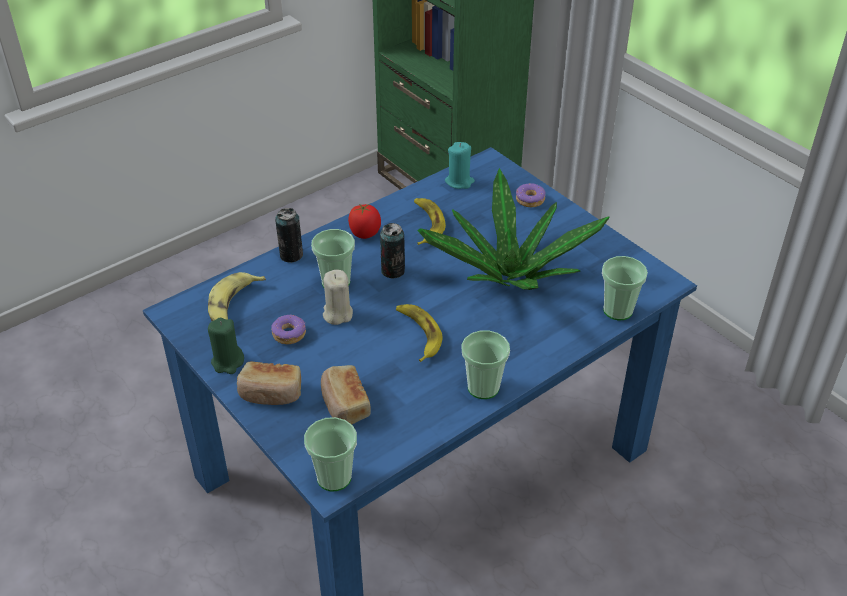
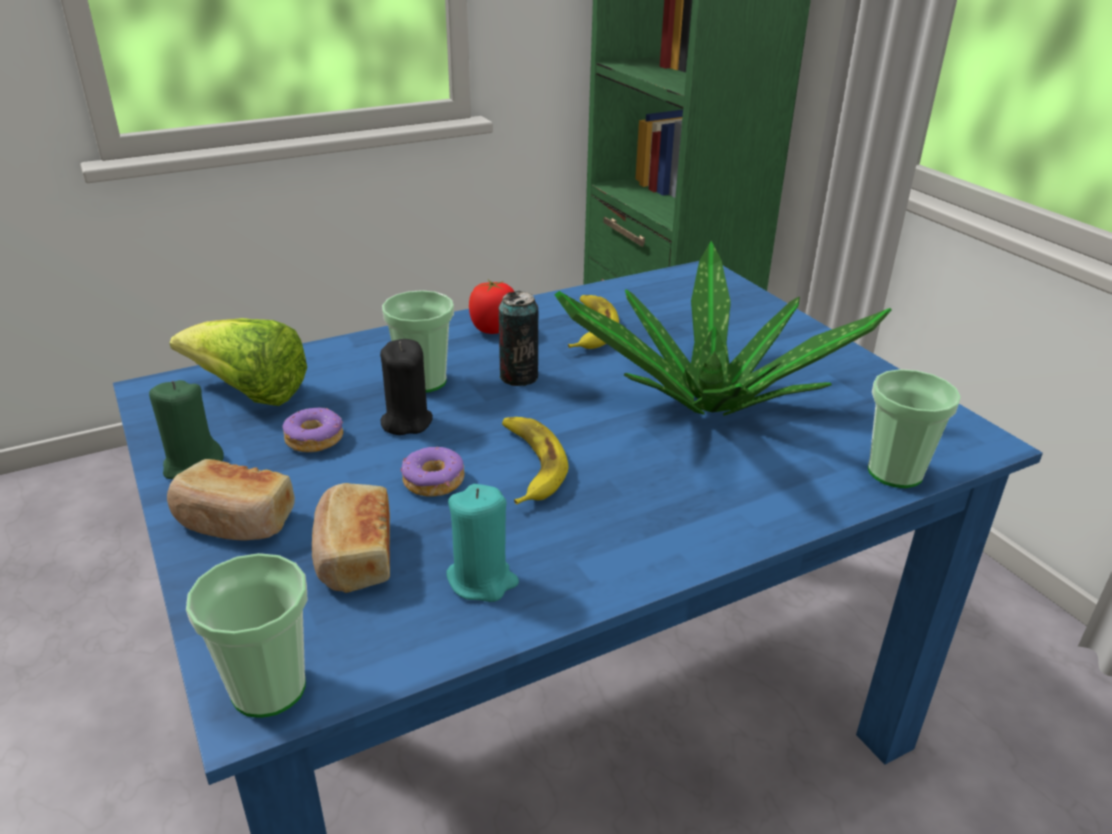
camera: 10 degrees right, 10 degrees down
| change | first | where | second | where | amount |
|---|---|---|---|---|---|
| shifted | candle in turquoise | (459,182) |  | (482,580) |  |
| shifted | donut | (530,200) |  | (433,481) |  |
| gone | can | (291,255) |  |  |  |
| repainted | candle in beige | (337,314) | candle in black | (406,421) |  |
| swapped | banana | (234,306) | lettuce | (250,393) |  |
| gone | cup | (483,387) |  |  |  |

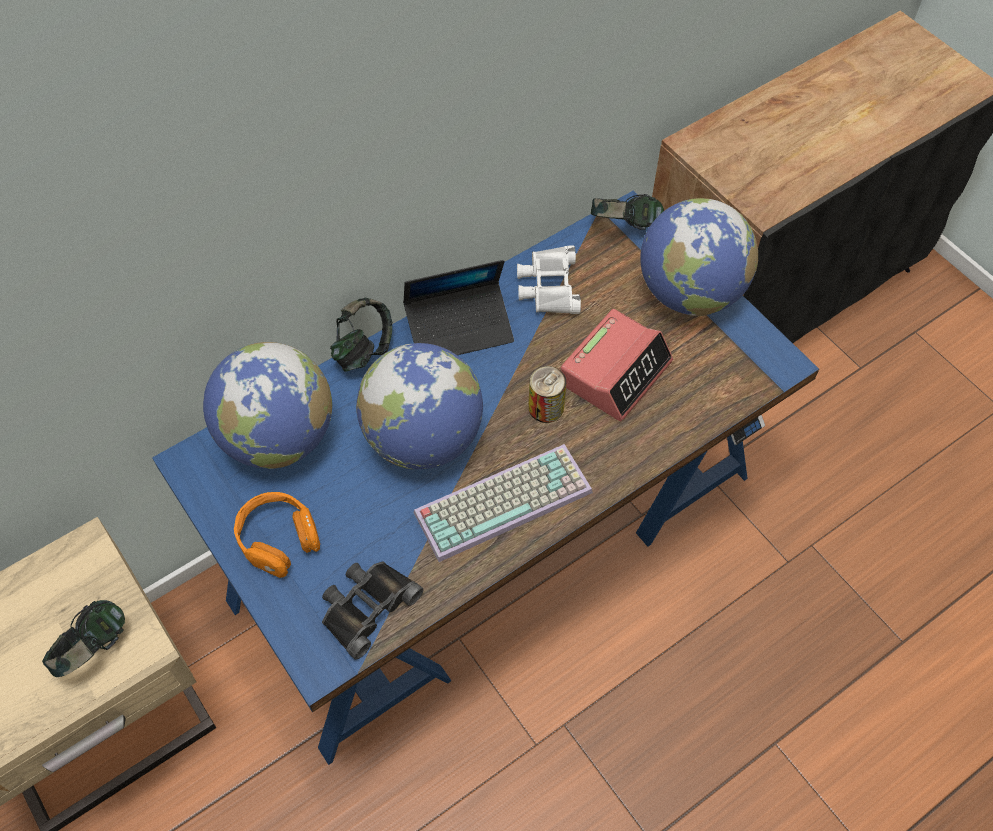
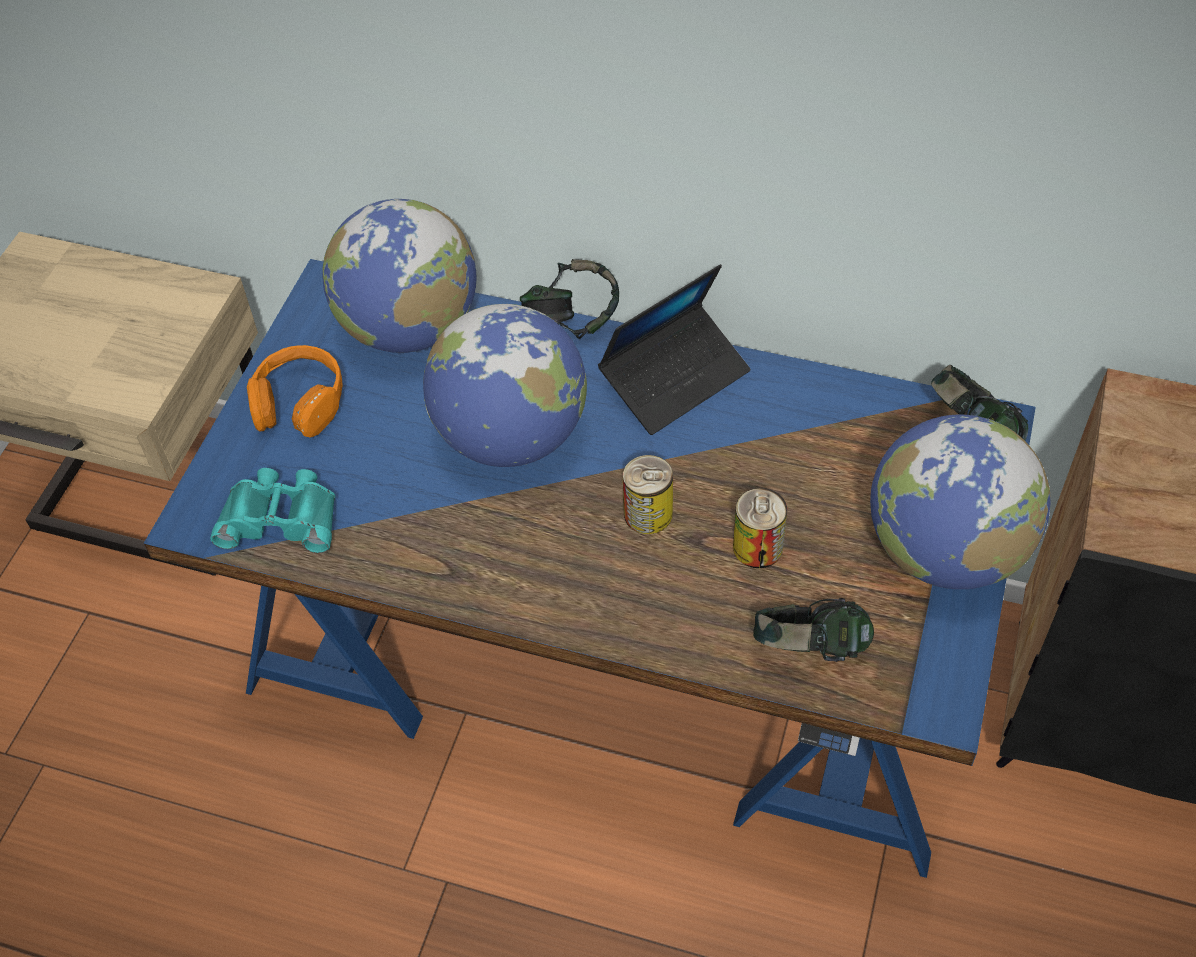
camera: 55 degrees right, 5 degrees down
| change | first | where | second | where | amount |
|---|---|---|---|---|---|
| gone | binoculars in white | (548,286) |  |  |  |
| rotated | laptop | (459,328) |  | (675,378) | 75 degrees counterclockwise |
| swapped | alarm clock | (615,372) | can | (757,547) |  |
| gone | keyboard | (504,499) |  |  |  |
| repainted | binoculars in black | (366,606) | binoculars in turquoise | (281,517) |  |
| shifted | headphones | (94,649) |  | (809,650) |  |

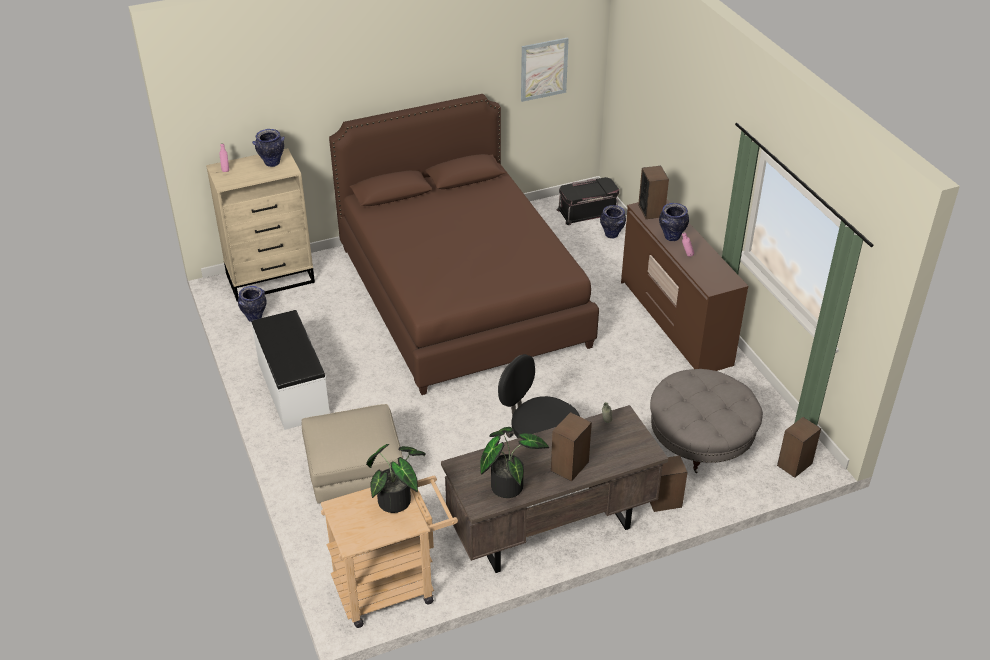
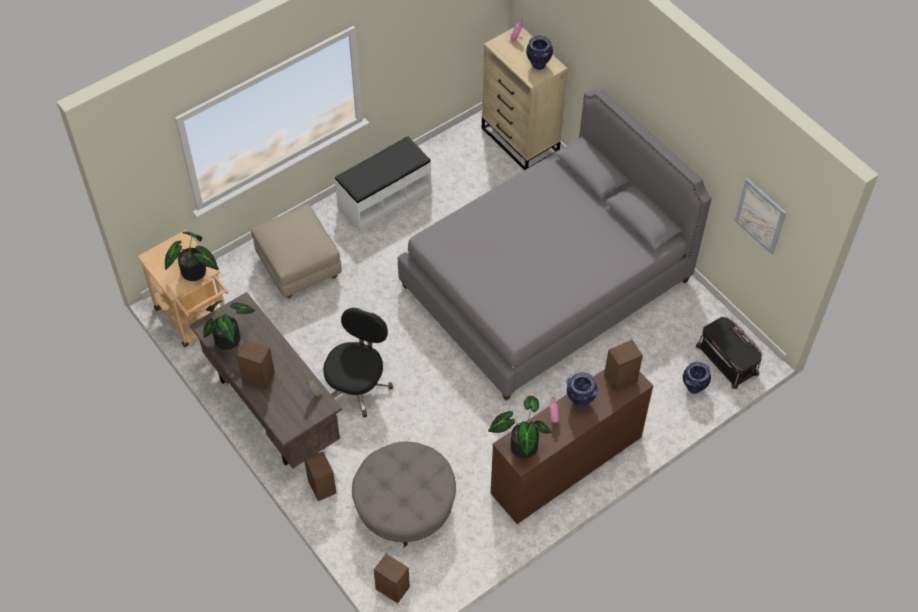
camera: 75 degrees right, 15 degrees up
| change | first | where | second | where | amount |
|---|---|---|---|---|---|
| repainted | bed in brown | (461,296) | bed in grey | (545,283) |  |
| gone | vase | (255,317) |  |  |  |
| new |  |  | potted plant | (521,445) |  |

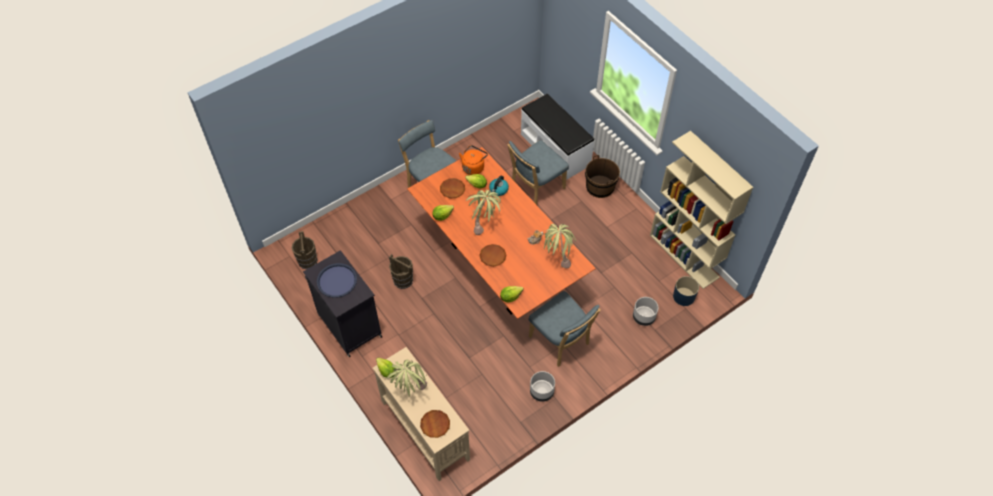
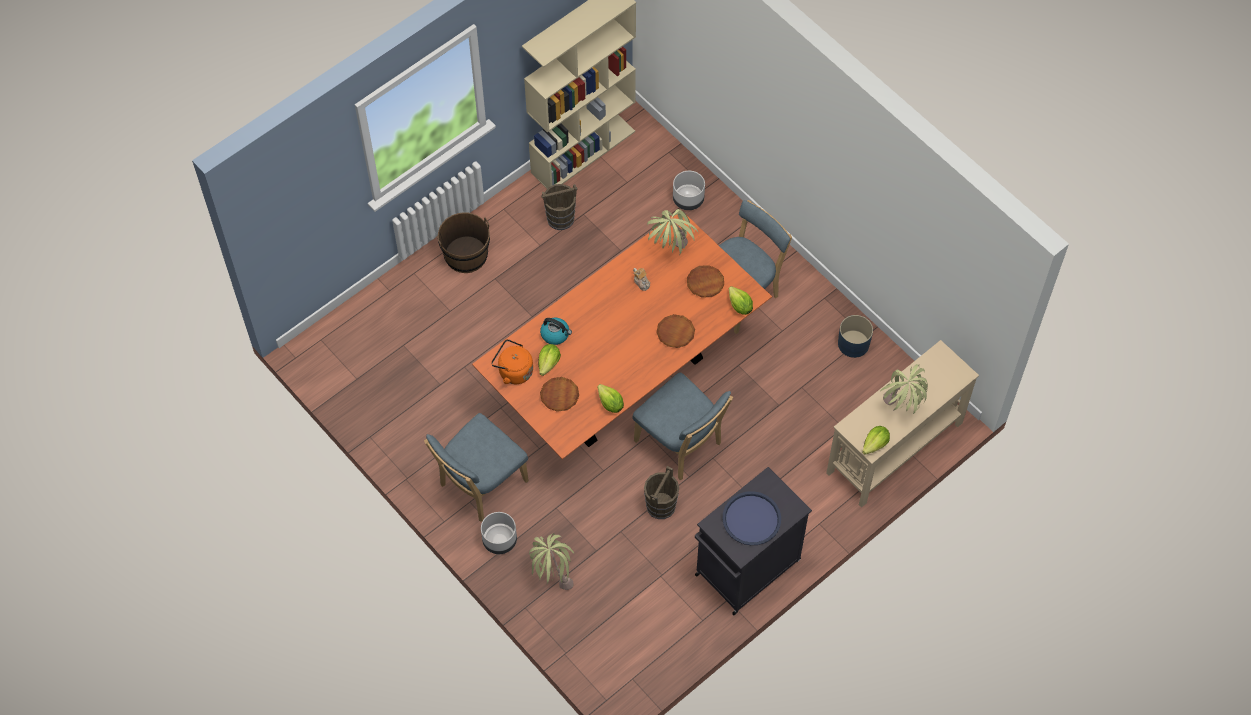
camera: 95 degrees left, 5 degrees up
| change | first | where | second | where | amount |
|---|---|---|---|---|---|
| gone | bench in white | (556,149) |  |  |  |
| shifted | chair in blue | (535,188) |  | (681,445) |  |
| shifted | potted plant | (485,224) |  | (552,577) |  |
| shifted | bucket in brown | (307,261) |  | (561,218) |  |
| shifted | planter in blue | (684,297) |  | (853,344) |  |
| shifted | planter in grey | (541,392) |  | (500,540) |  |
| shifted | plate in brown | (435,424) |  | (705,283) |  |

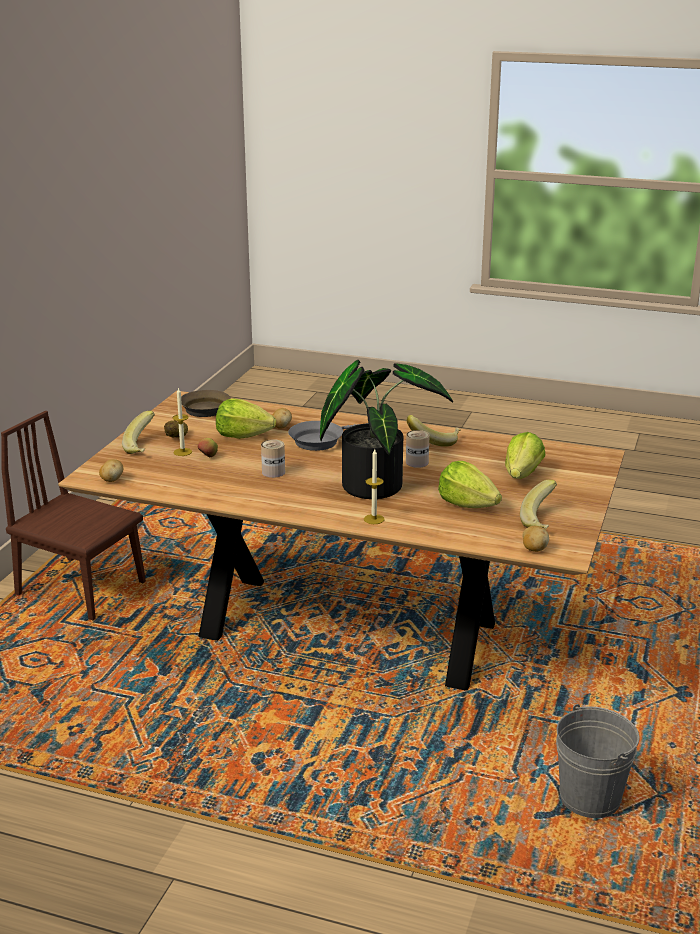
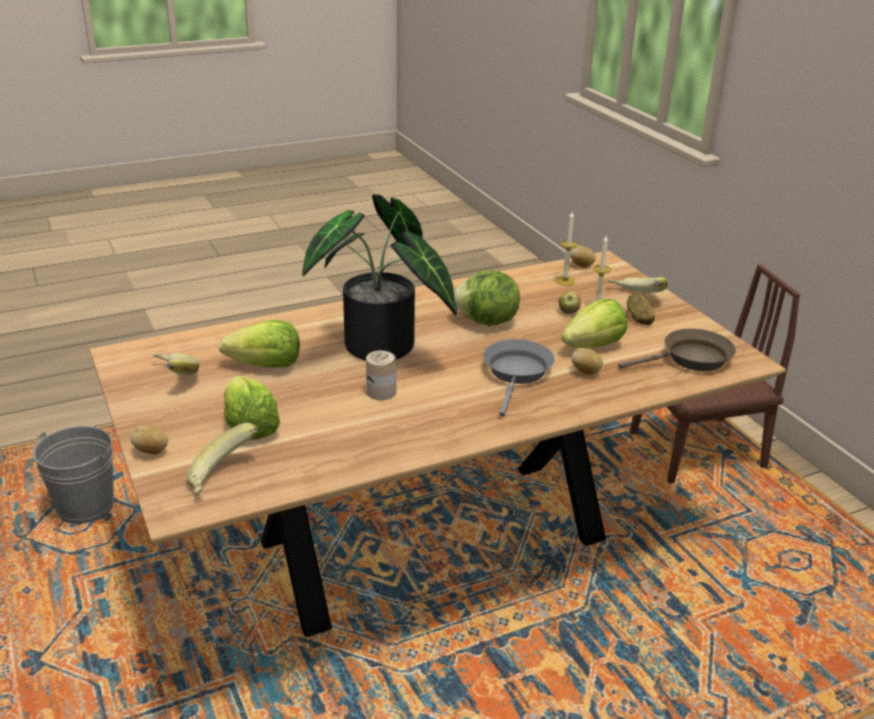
camera: 135 degrees right, 5 degrees up
| change | first | where | second | where | amount |
|---|---|---|---|---|---|
| shifted | banana | (434,441) |  | (223,477) |  |
| swapped | can | (273,472) | lettuce | (486,322) |  |
| shifted | candle | (374,519) |  | (565,281) |  |
| shifted | potato | (534,549) |  | (152,451) |  |

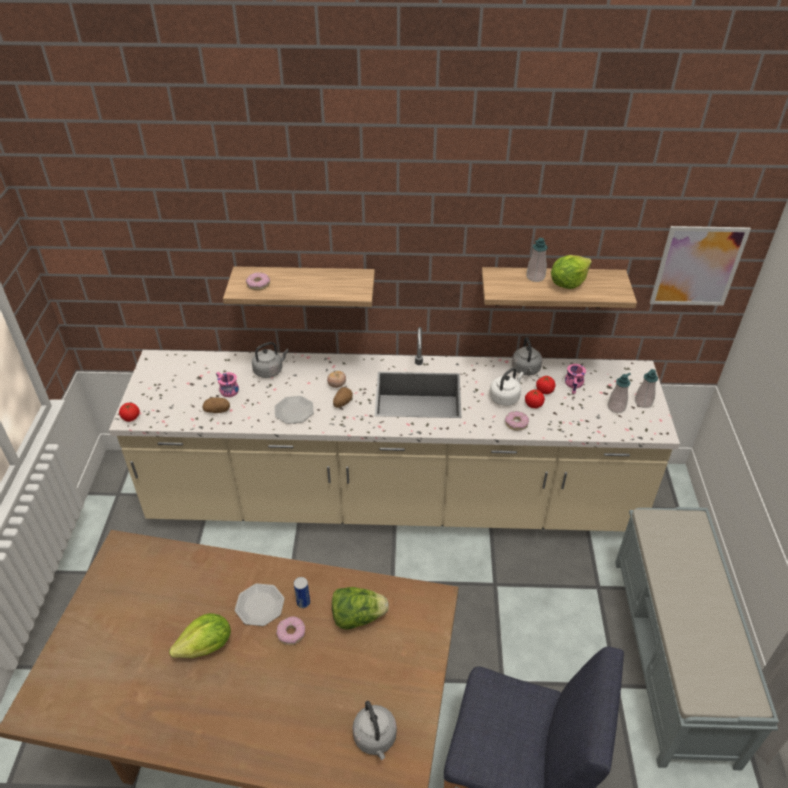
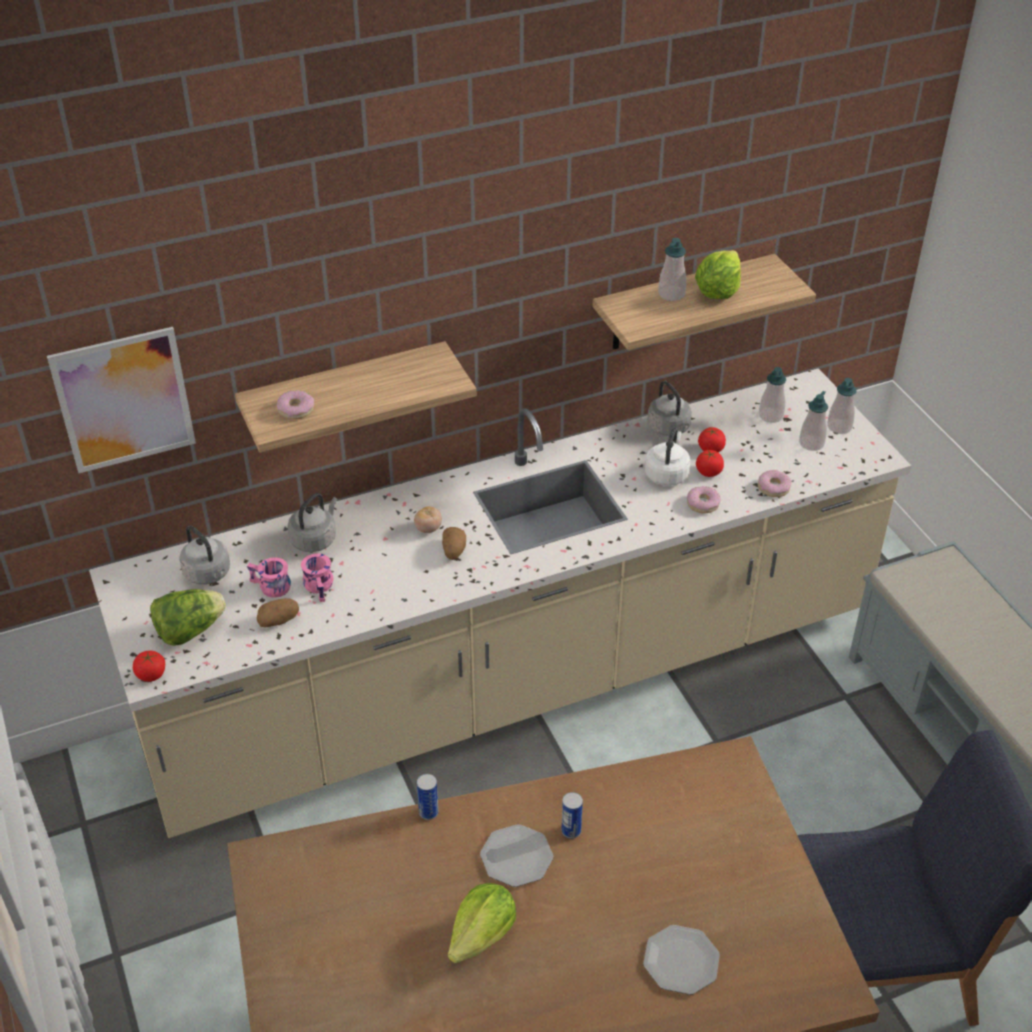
camera: 25 degrees left, 0 degrees up
| change | first | where | second | where | amount |
|---|---|---|---|---|---|
| shifted | picture | (697,266) |  | (124,400) |  |
| shifted | mug in pink | (575,384) |  | (321,586) |  |
| shifted | plate | (294,411) |  | (681,962) |  |
| shifted | lettuce | (358,617) |  | (190,631) |  |
| shifted | donut | (291,633) |  | (773,488) |  |
| shifted | kettle in grey | (375,739) |  | (208,574) |  |
| new |  |  | soap dispenser | (770,416) |  |
| new |  |  | can | (428,812) |  |

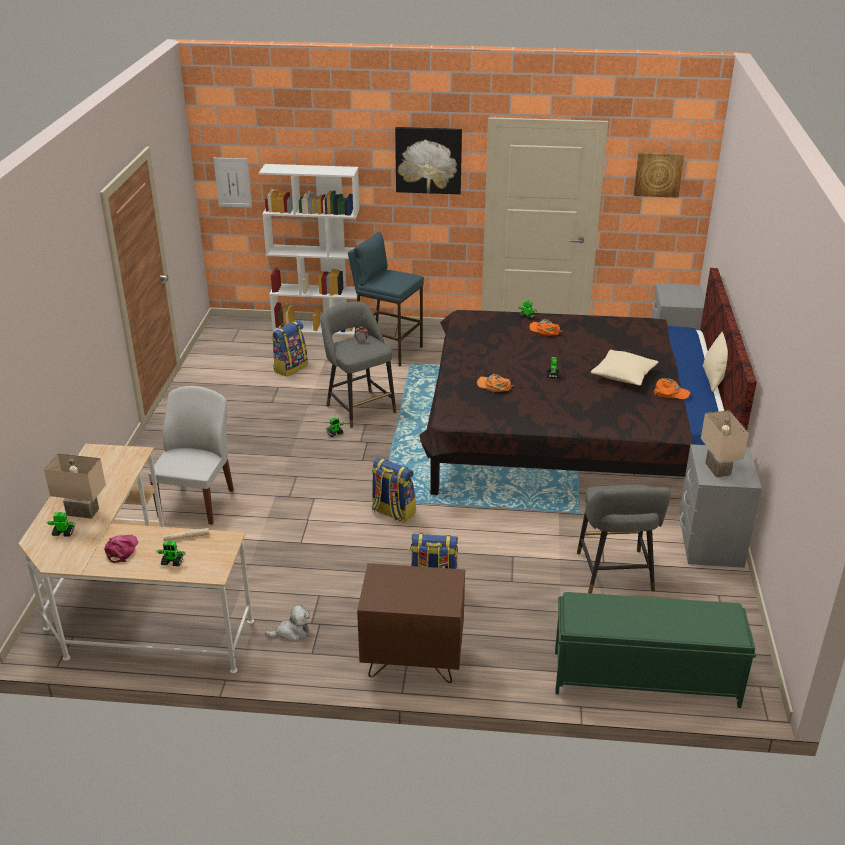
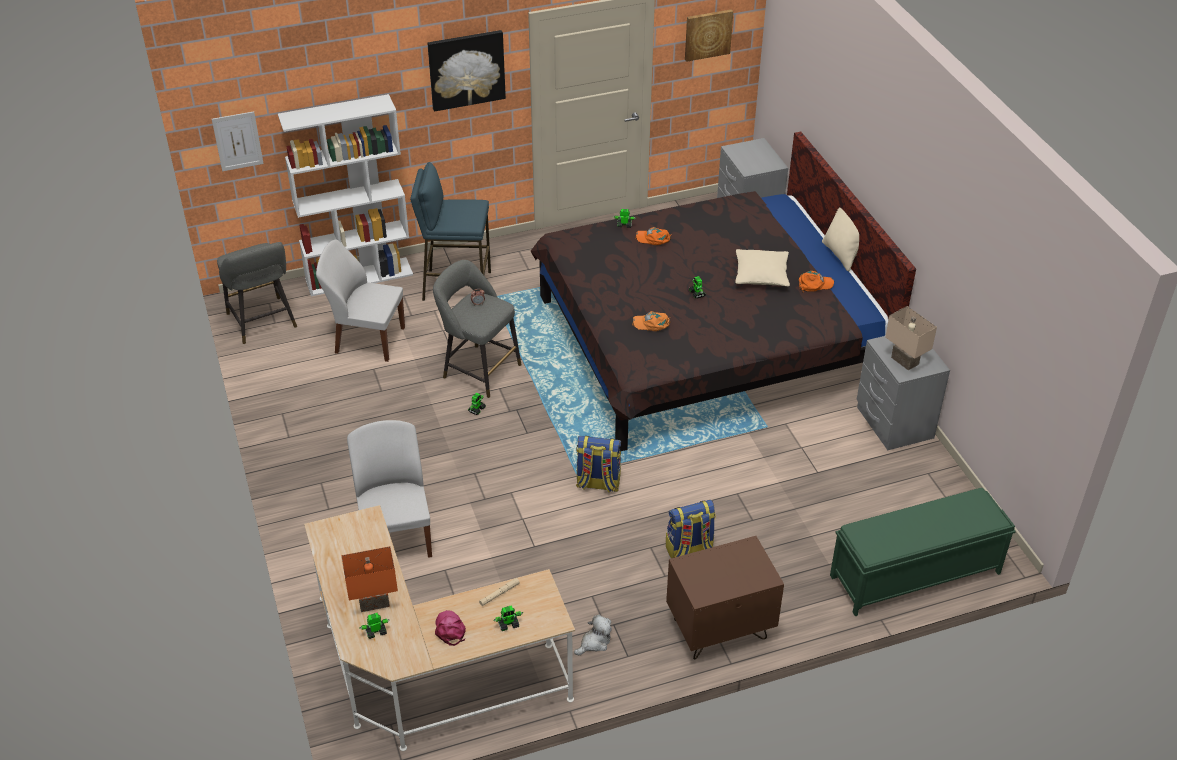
camera: 25 degrees left, 10 degrees up
| change | first | where | second | where | amount |
|---|---|---|---|---|---|
| swapped | backpack | (290,368) | chair in white | (368,340) |  |
| repainted | table lamp in beige | (84,511) | table lamp in orange | (374,601) |  |
| shifted | stool in grey | (616,575) |  | (263,323) |  |

